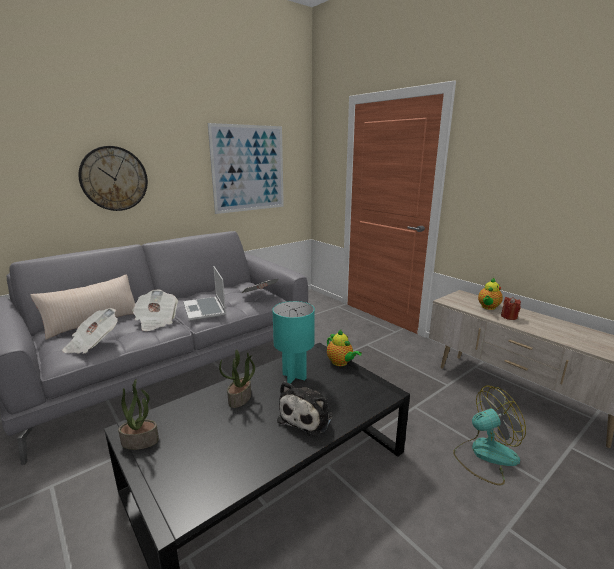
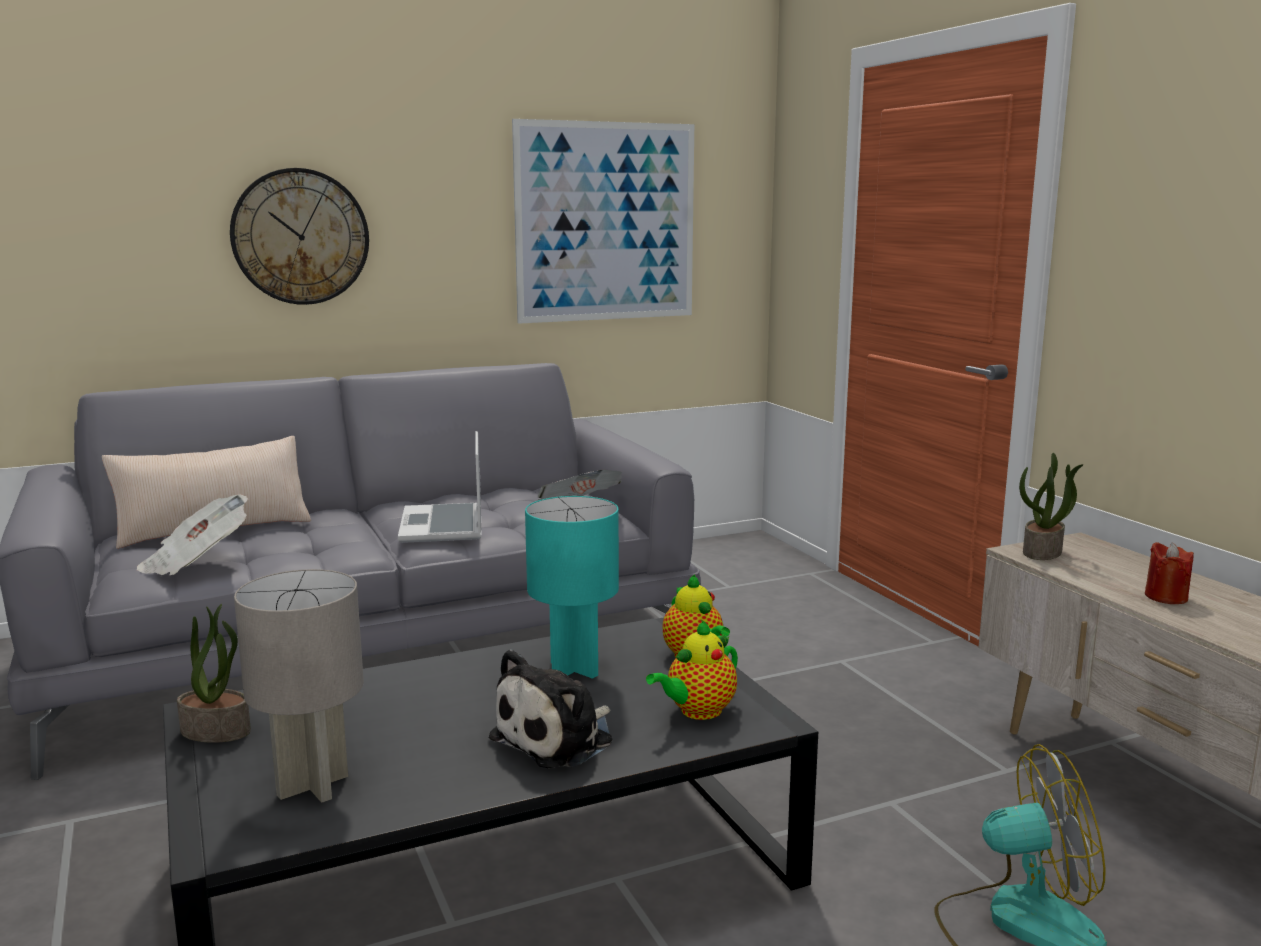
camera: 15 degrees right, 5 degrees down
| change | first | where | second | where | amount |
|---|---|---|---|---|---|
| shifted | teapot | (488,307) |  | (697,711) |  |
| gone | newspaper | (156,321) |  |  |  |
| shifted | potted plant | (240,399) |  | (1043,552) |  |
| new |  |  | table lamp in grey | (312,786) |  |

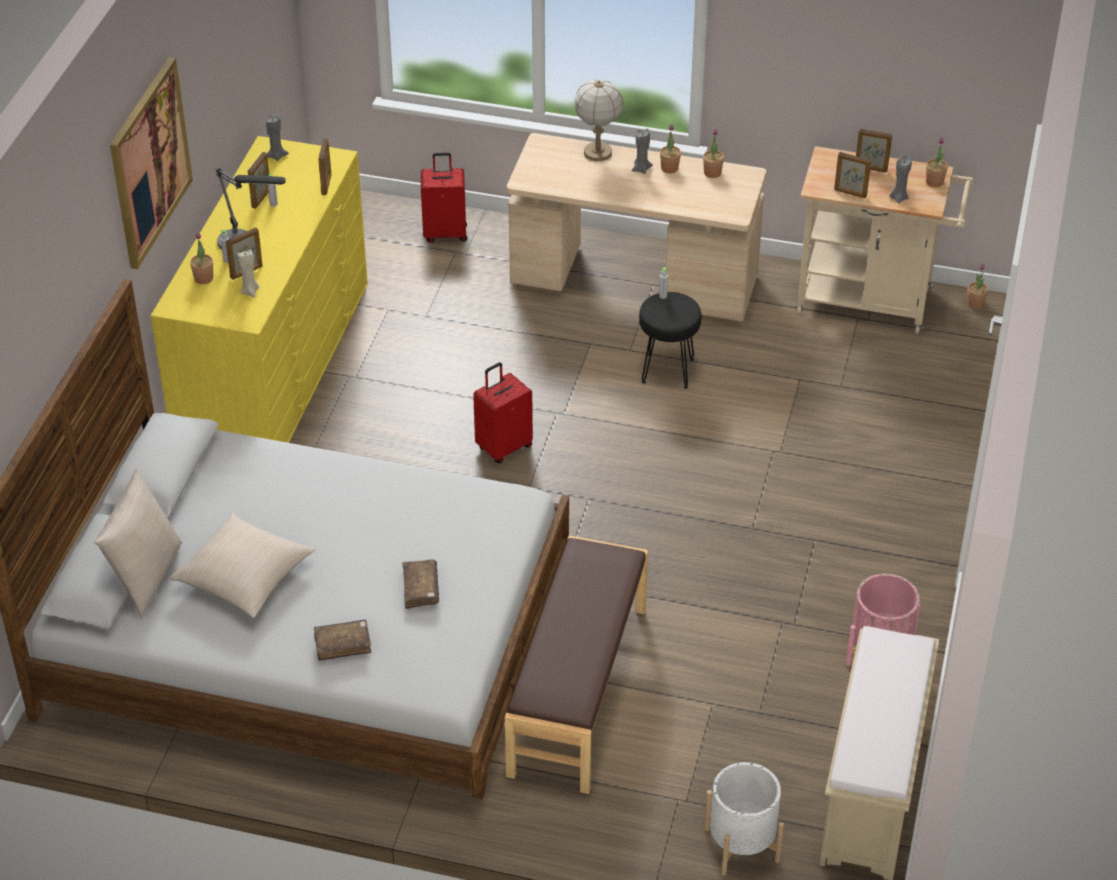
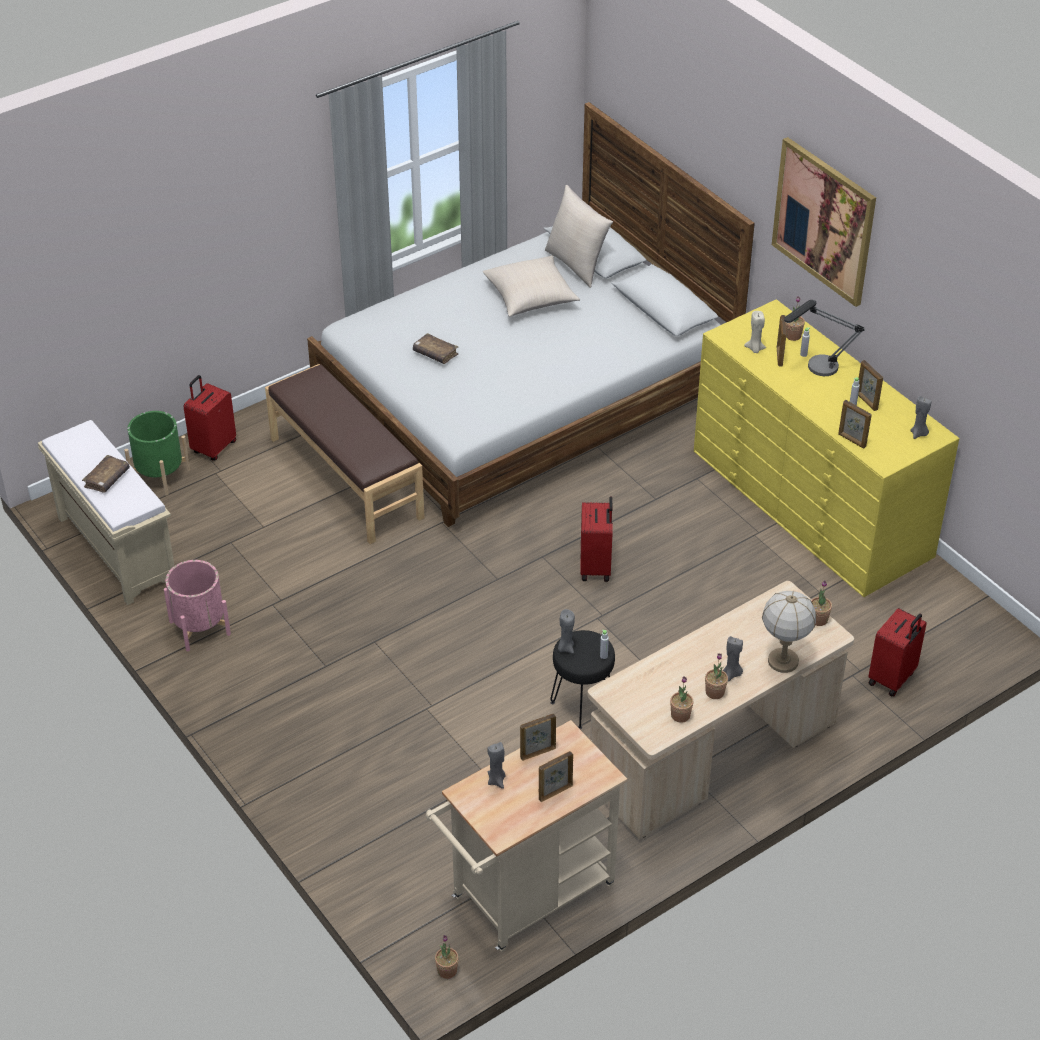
camera: 130 degrees right, 0 degrees up
| change | first | where | second | where | amount |
|---|---|---|---|---|---|
| shifted | potted plant | (934,182) |  | (818,619) |  |
| shifted | book in brown | (342,644) |  | (107,479) |  |
| repainted | planter in white | (741,844) | planter in green | (160,476) |  |
| new |  |  | suitcase in red | (213,447) |  |
| new |  |  | candle in grey | (565,647) |  |

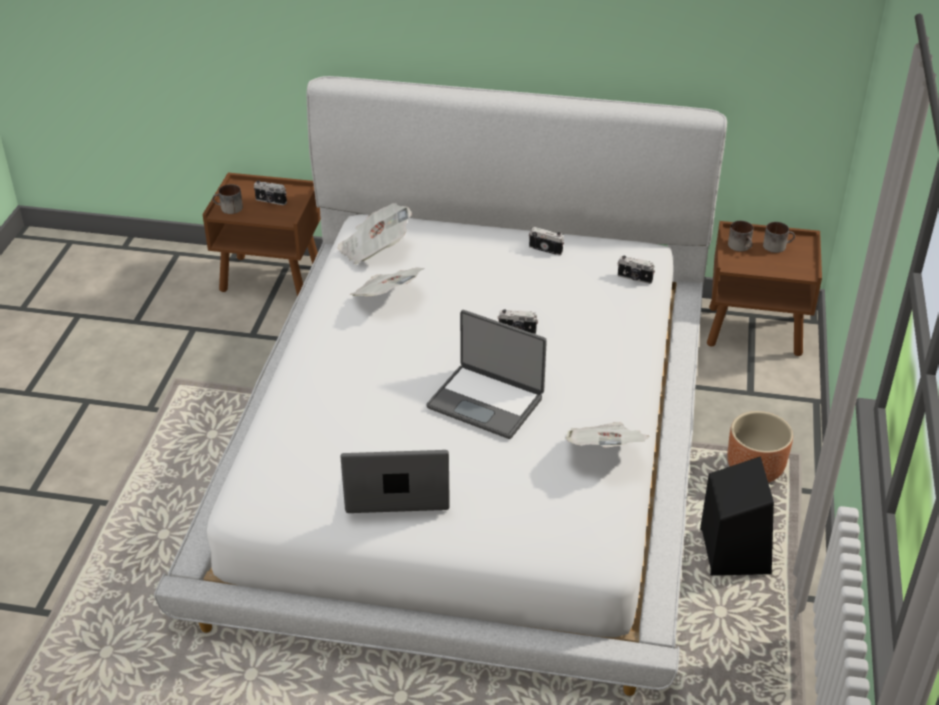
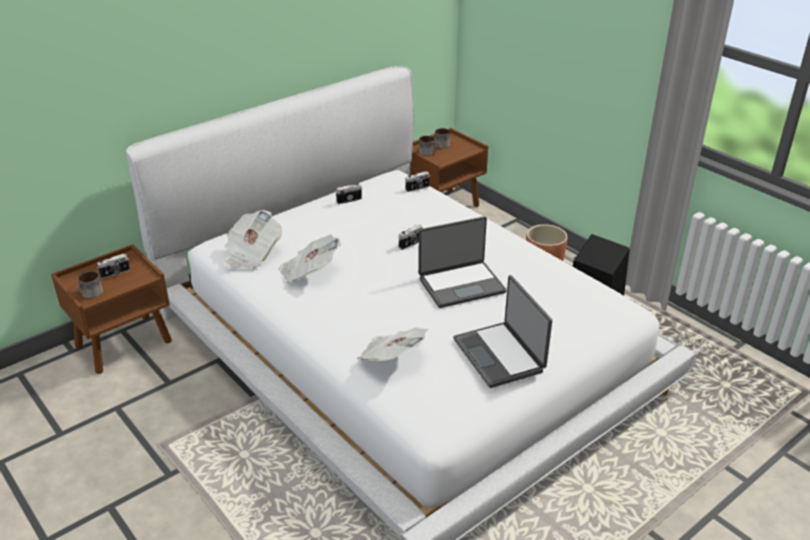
camera: 50 degrees left, 5 degrees down
| change | first | where | second | where | amount |
|---|---|---|---|---|---|
| shifted | newspaper | (605,451) |  | (392,358) |  |
| rotated | laptop | (397,488) |  | (500,355) | 60 degrees counterclockwise |

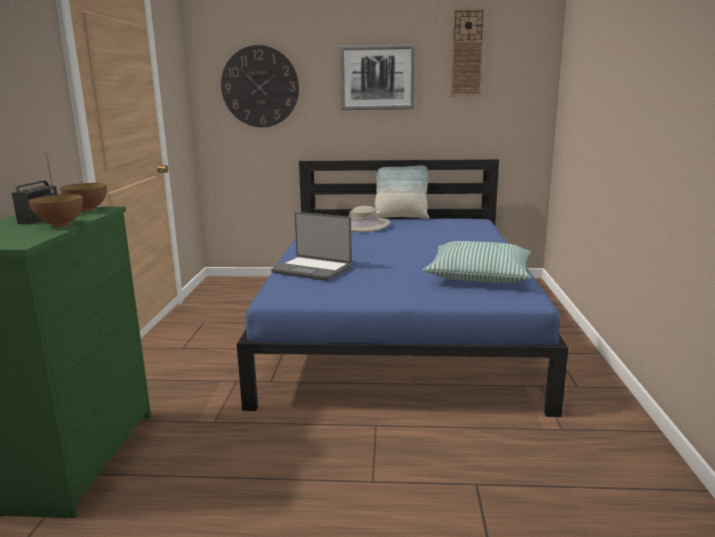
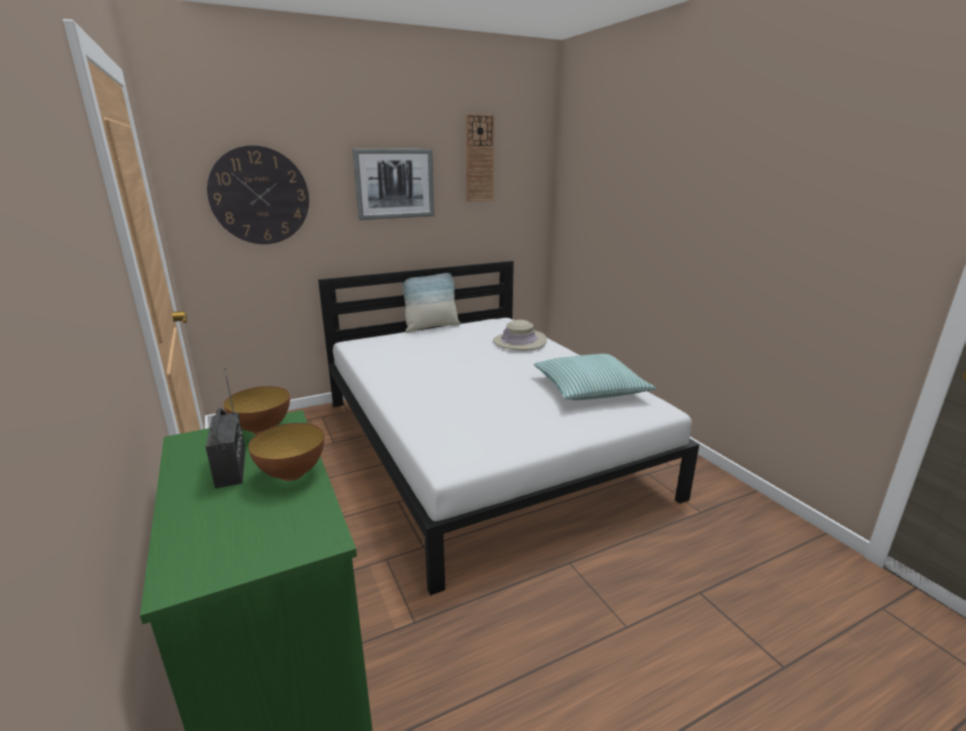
camera: 30 degrees left, 5 degrees up
| change | first | where | second | where | amount |
|---|---|---|---|---|---|
| repainted | bed in blue | (399,328) | bed in white | (484,444) |  |
| shifted | hat in beige | (364,226) |  | (519,341) |  |
| gone | laptop | (313,269) |  |  |  |

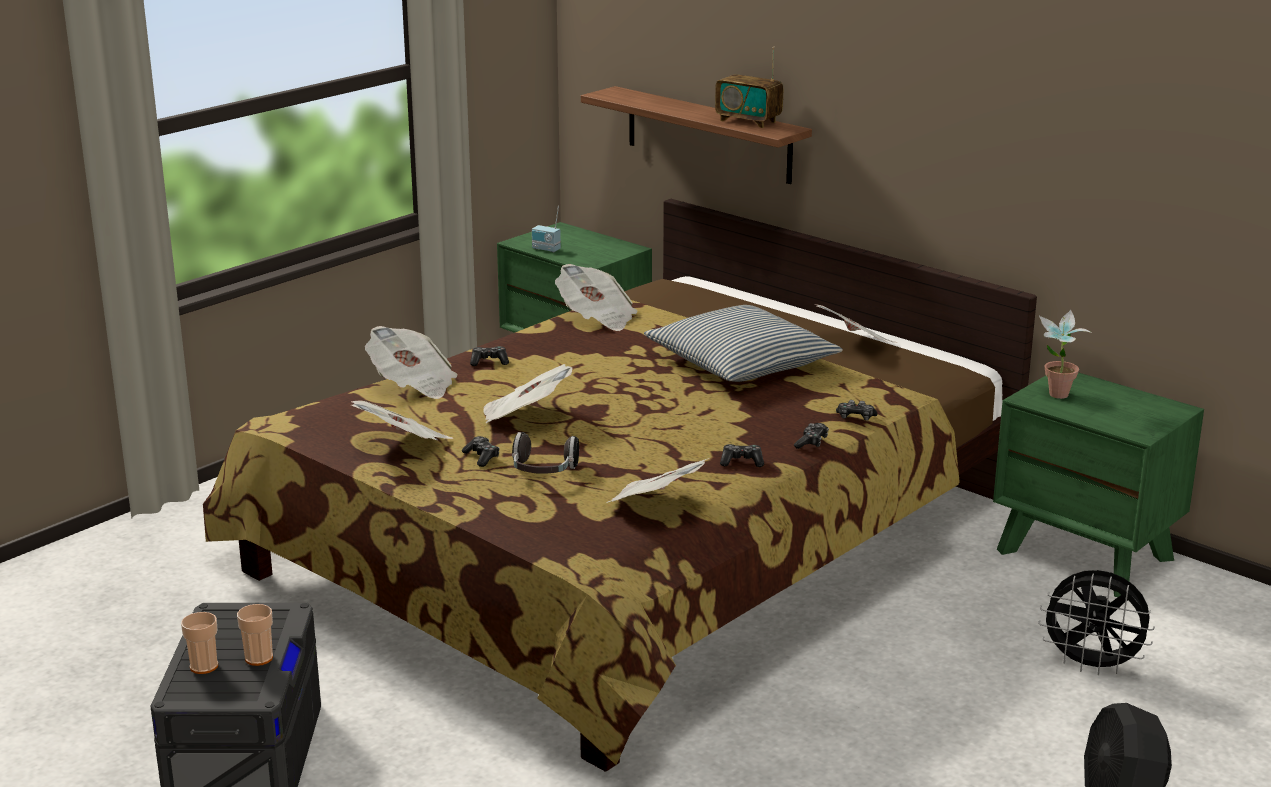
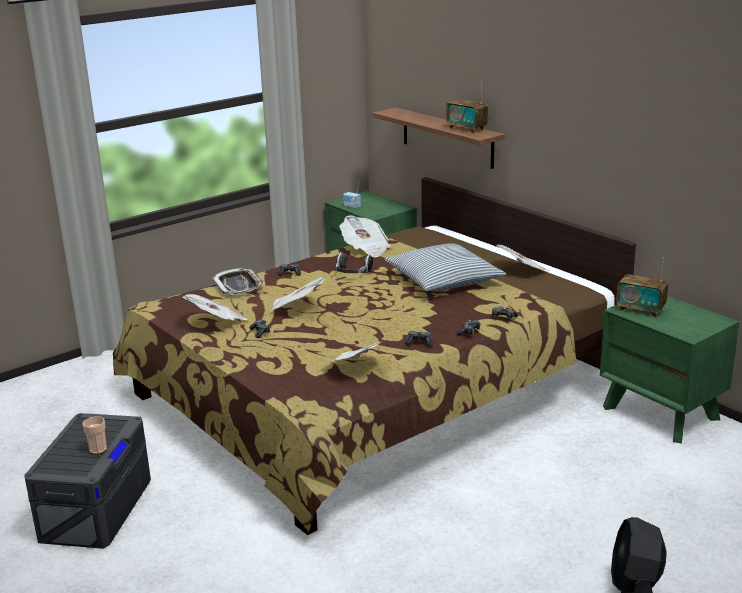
camera: 10 degrees right, 0 degrees up
| change | first | where | second | where | amount |
|---|---|---|---|---|---|
| swapped | potted plant | (1056,397) | radio | (640,309) |  |
| swapped | newspaper | (413,384) | tray | (238,286) |  |
| shifted | headphones | (543,472) |  | (352,273) |  |
| gone | fan in black | (1092,666) |  |  |  |
| gone | cup | (204,666) |  |  |  |

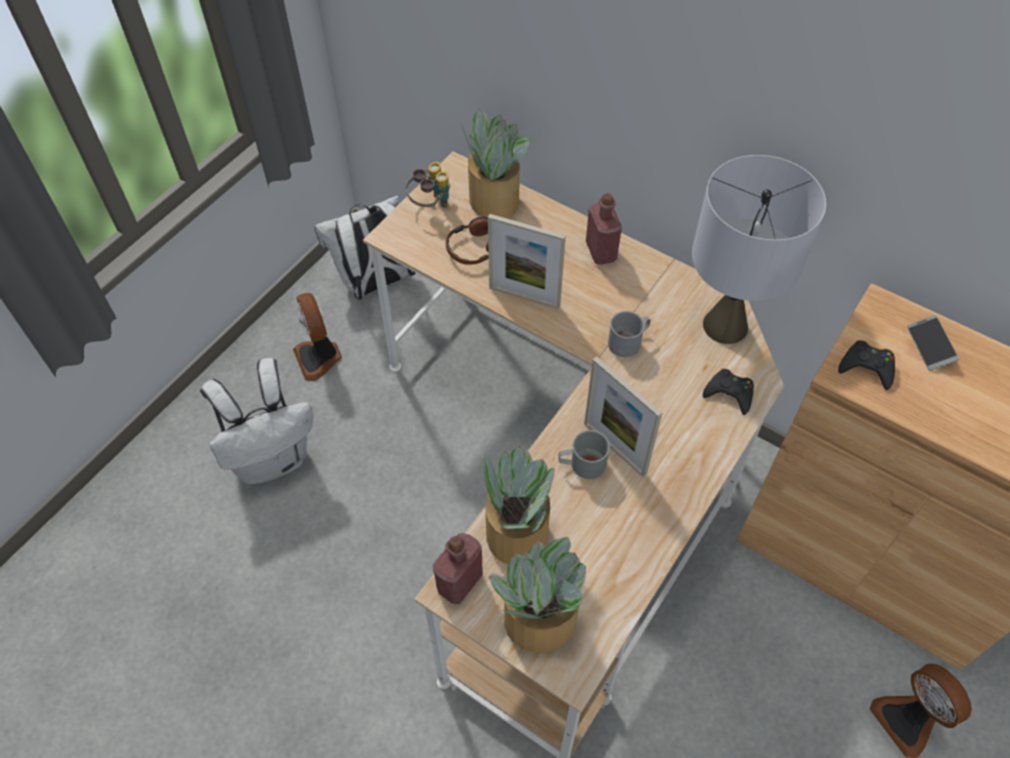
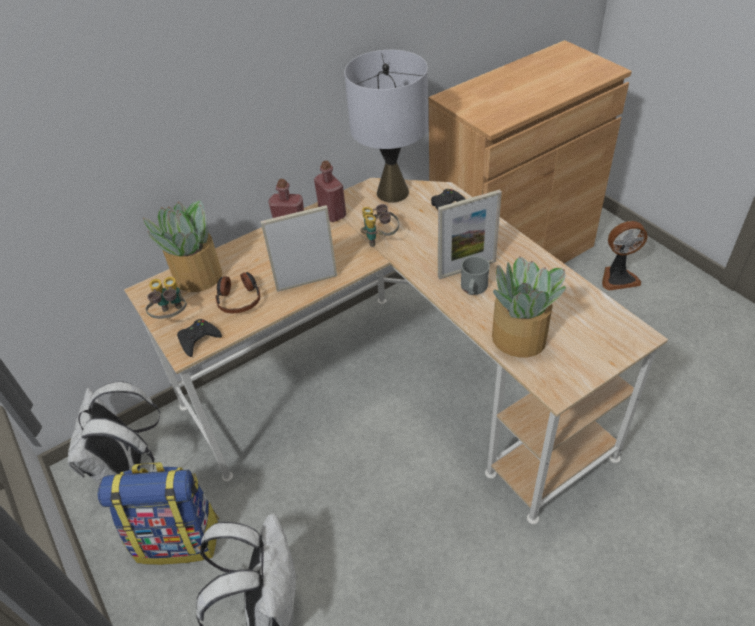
camera: 65 degrees left, 10 degrees down
| change | first | where | second | where | amount |
|---|---|---|---|---|---|
| rotated | picture frame | (524,297) |  | (307,282) | 150 degrees counterclockwise |
| swapped | fan | (319,357) | backpack | (179,538) |  |
| swapped | mug in grey | (628,341) | binoculars | (380,239) |  |
| gone | phone | (929,346) |  |  |  |
| shifted | game controller in black | (867,367) |  | (198,339) |  |
| shifted | bottle in red | (459,582) |  | (332,214) |  |
| gone | potted plant | (538,620) |  |  |  |

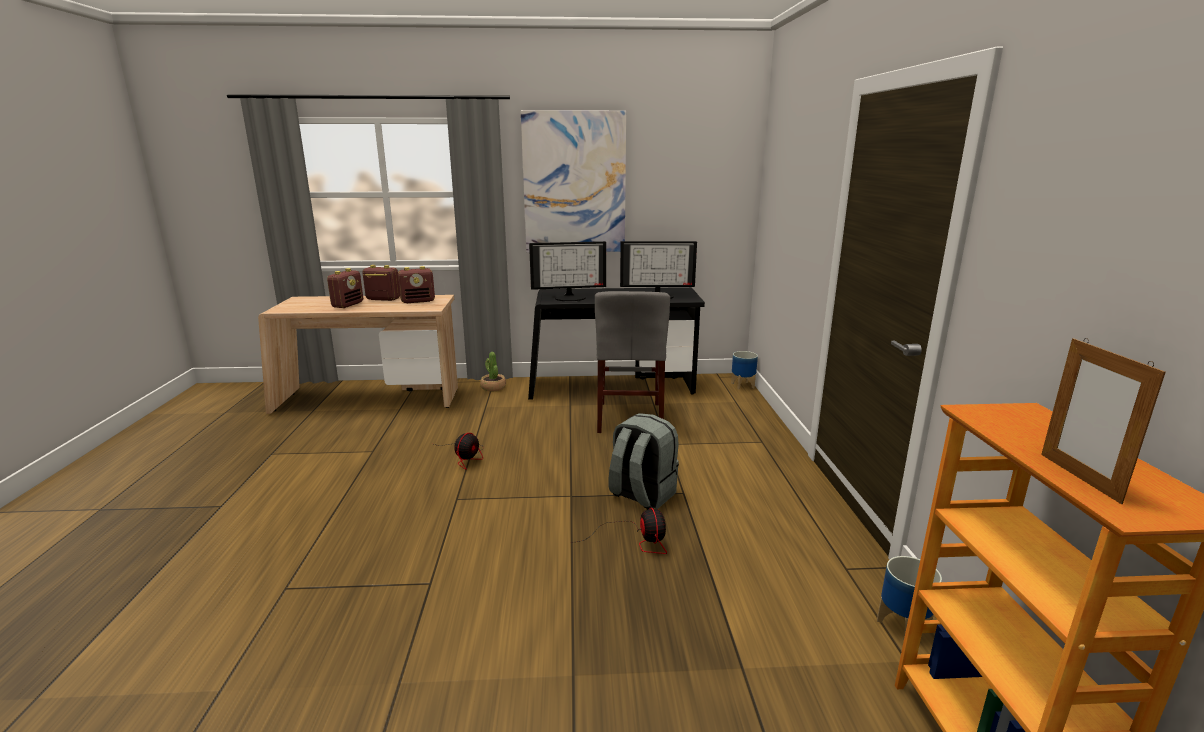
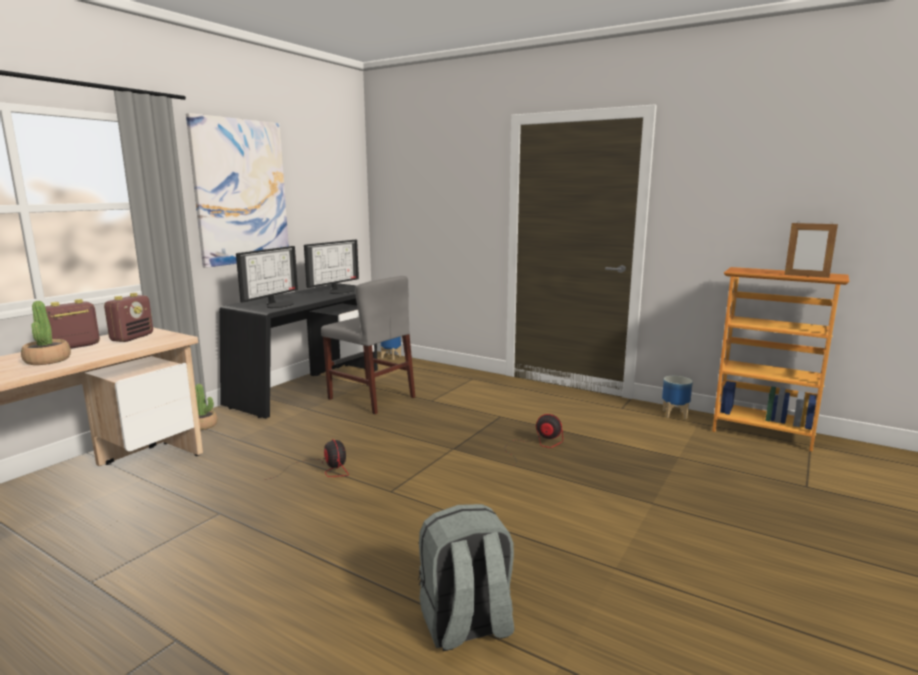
camera: 55 degrees left, 5 degrees down
| change | first | where | second | where | amount |
|---|---|---|---|---|---|
| swapped | radio | (348,305) | potted plant | (47,360) |  |
| shifted | backpack in grey | (641,495) |  | (466,625) |  |

